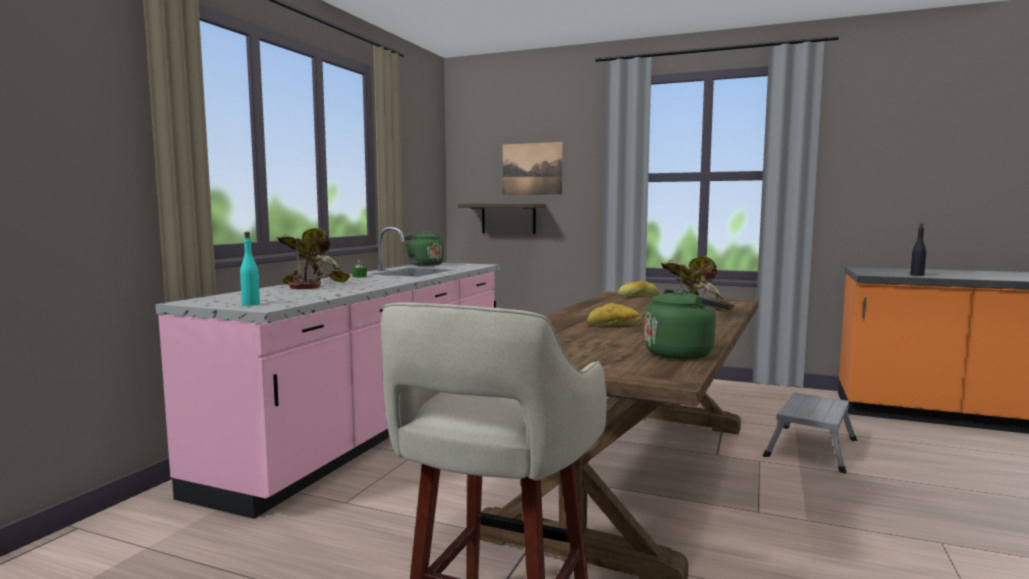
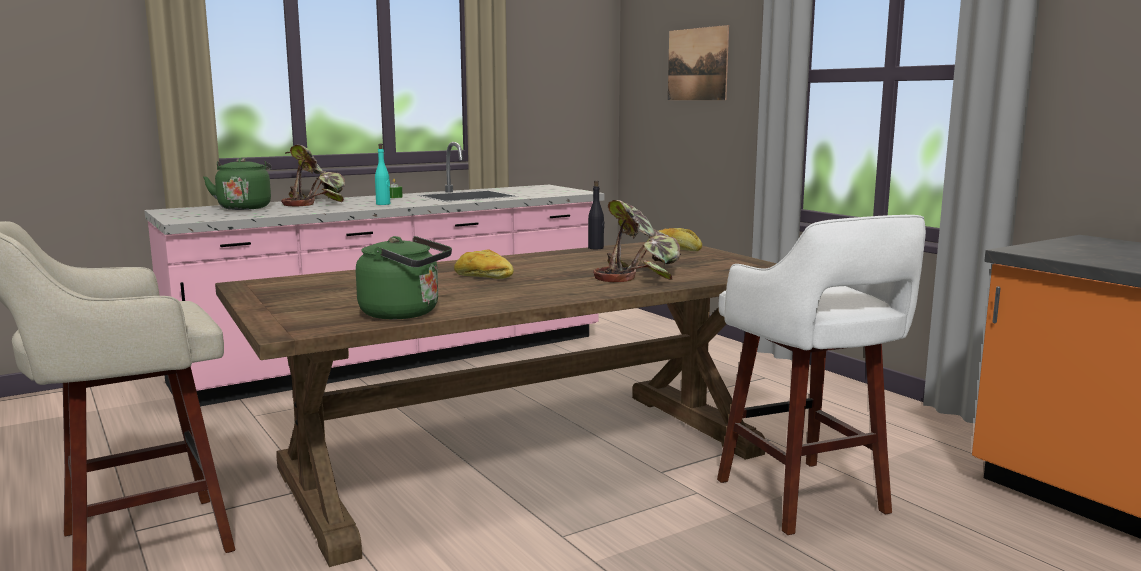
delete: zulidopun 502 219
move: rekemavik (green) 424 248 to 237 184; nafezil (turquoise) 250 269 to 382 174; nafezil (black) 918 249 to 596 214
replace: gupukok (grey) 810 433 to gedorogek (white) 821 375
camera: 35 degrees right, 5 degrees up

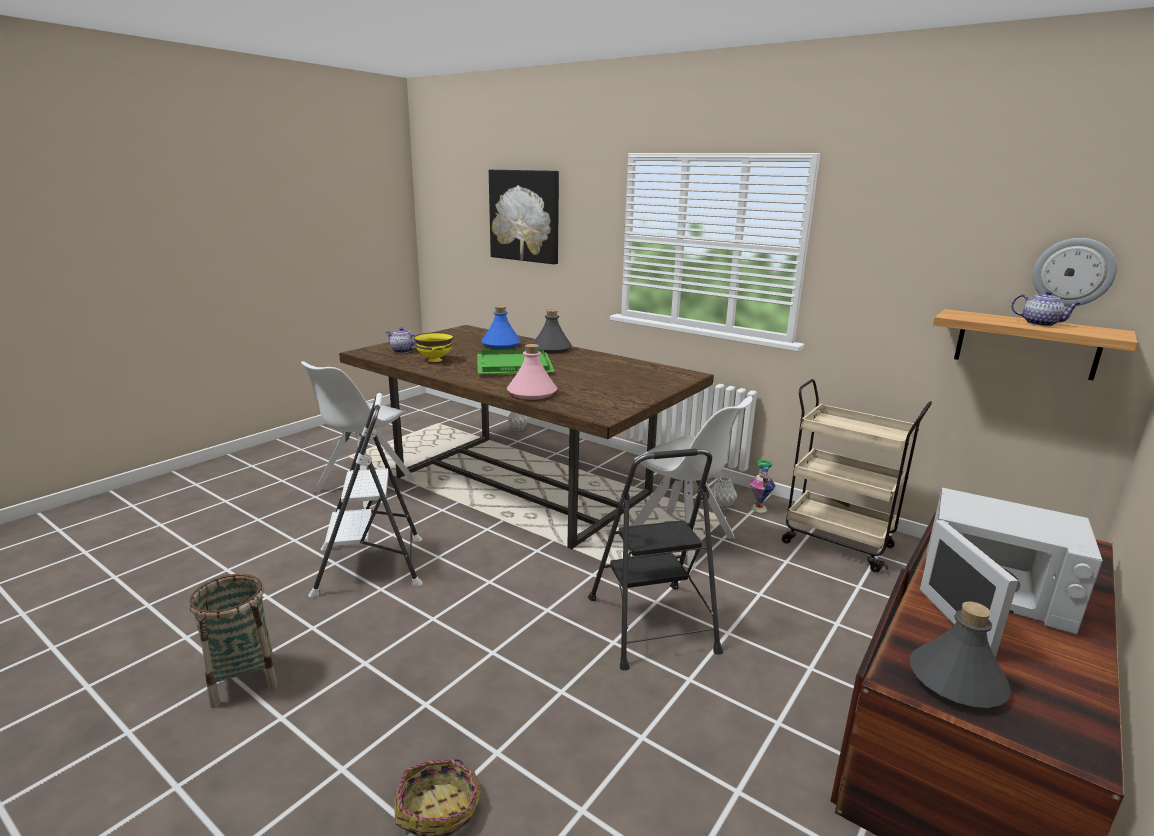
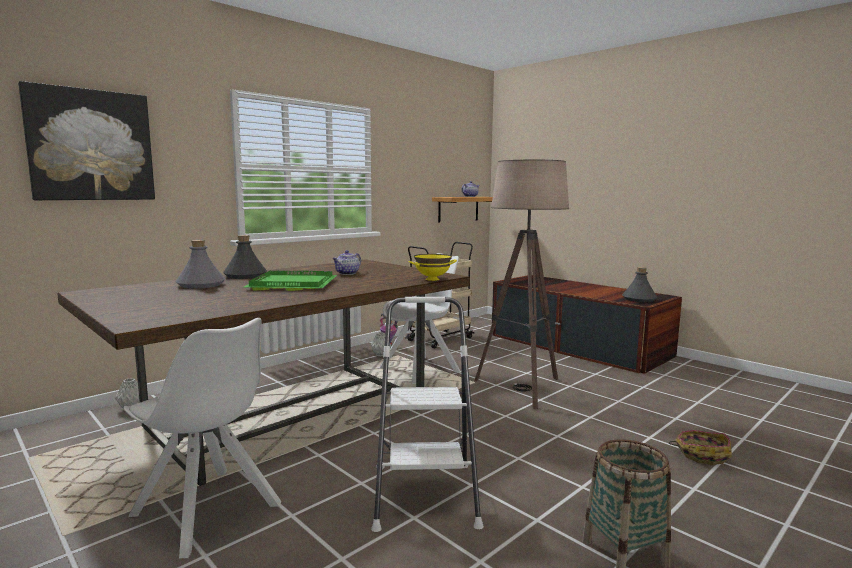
delete: nafezil (pink) 532 372; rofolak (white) 1011 573; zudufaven 1074 272
move: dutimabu 401 340 to 346 262; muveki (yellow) 433 347 to 432 267
replace: gupukok (black) 655 560 to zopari 521 284
recolor: nafezil (blue) 501 327 to nafezil (grey) 200 264
camera: 80 degrees left, 10 degrees down

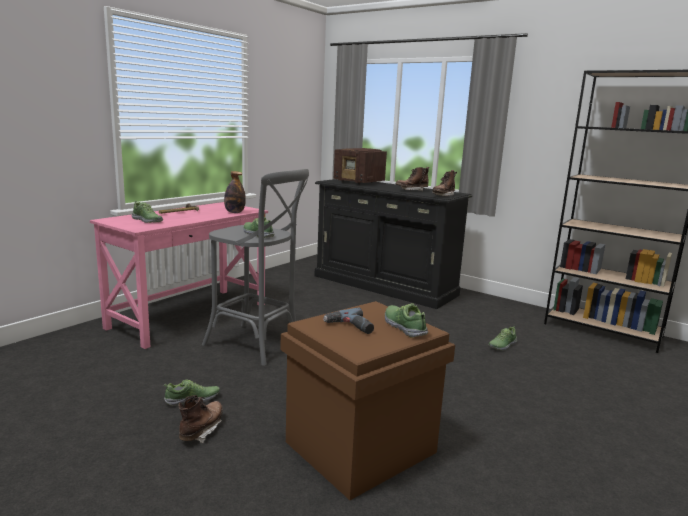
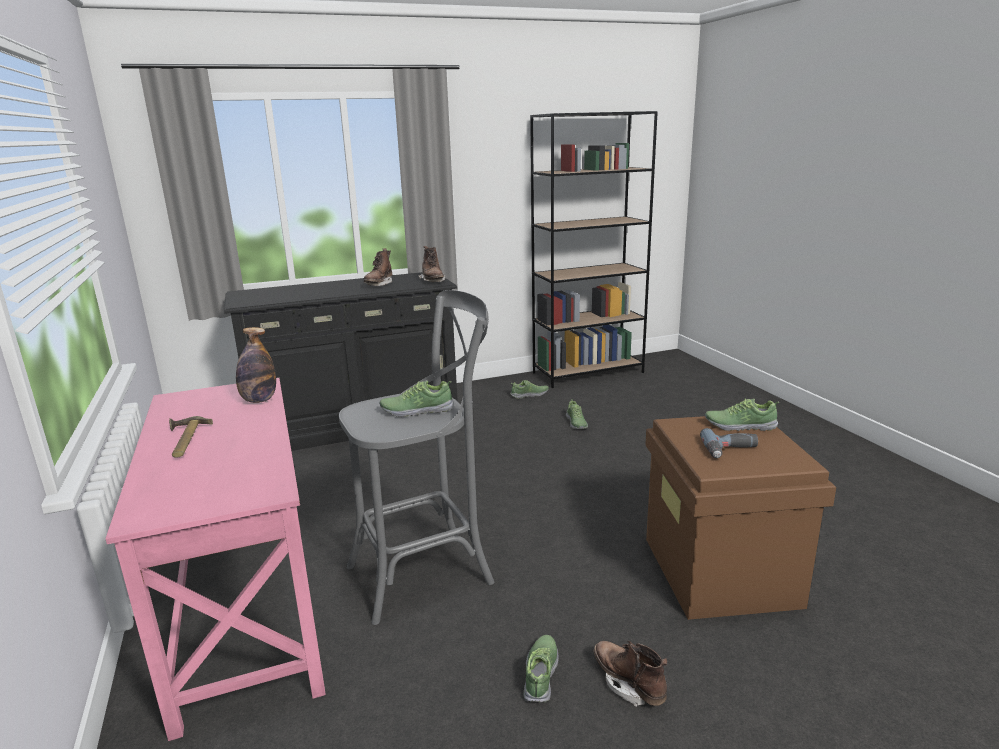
delete: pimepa 360 166
move: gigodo 147 212 to 529 389
camera: 55 degrees left, 5 degrees up

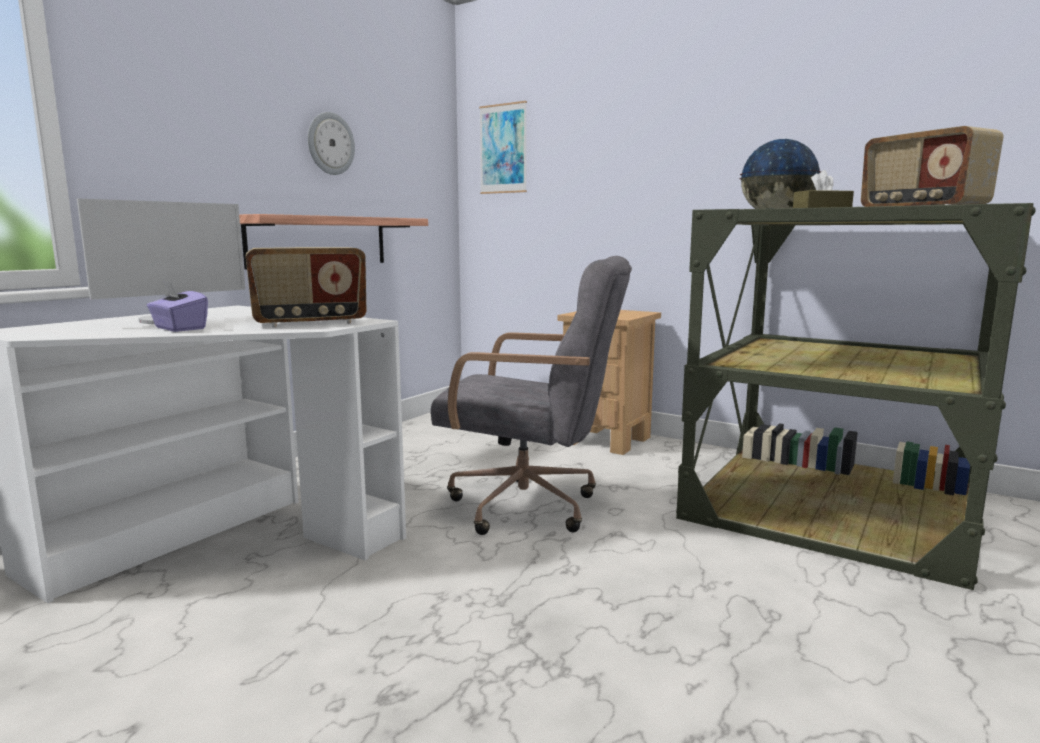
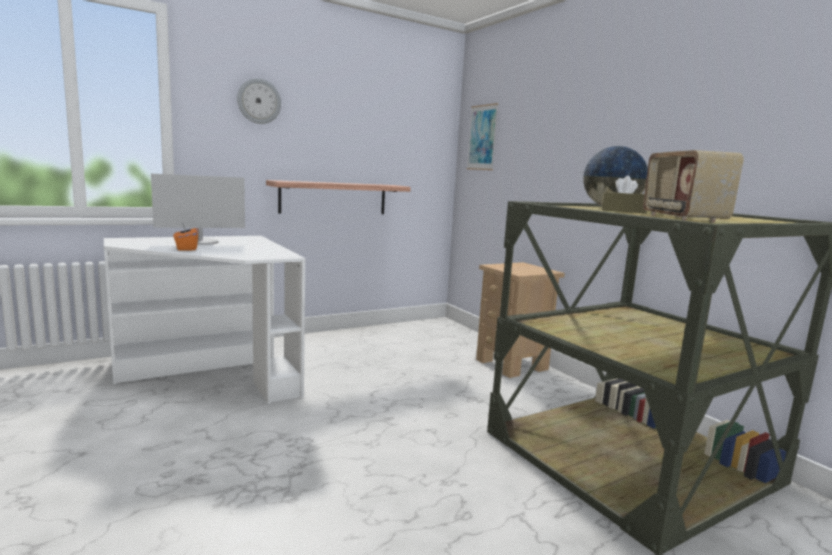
delete: pimepa 306 287; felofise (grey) 531 395
move: zudufaven 331 143 to 259 101
recolor: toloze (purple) 177 306 to toloze (orange) 186 236
camera: 25 degrees right, 0 degrees up

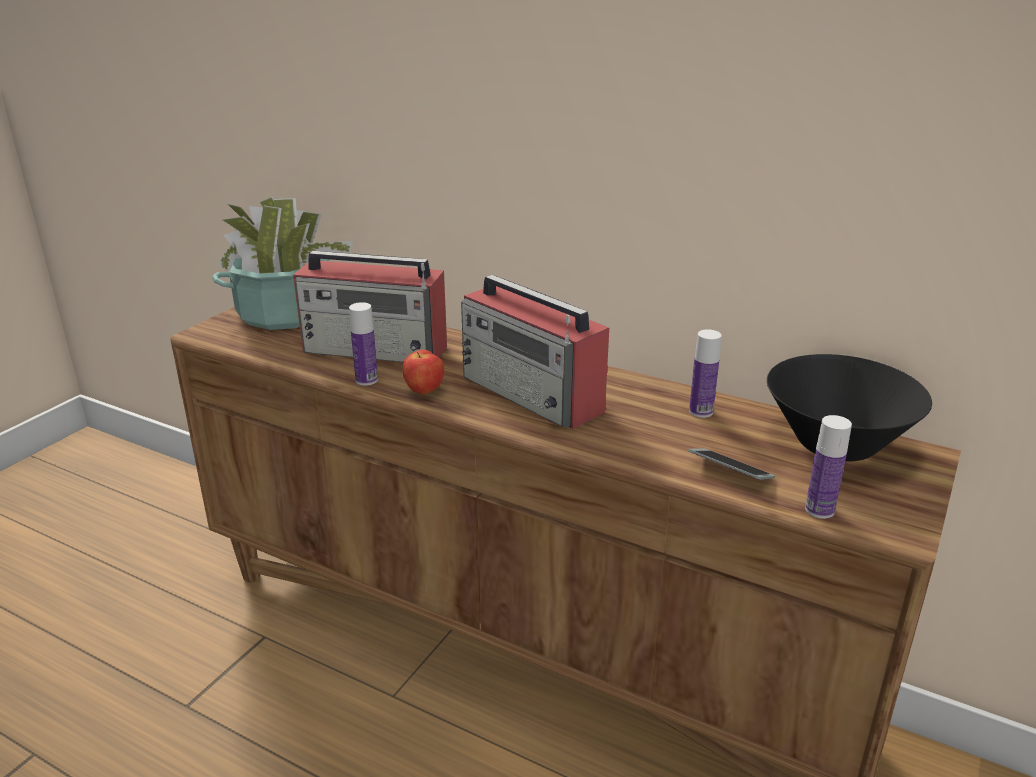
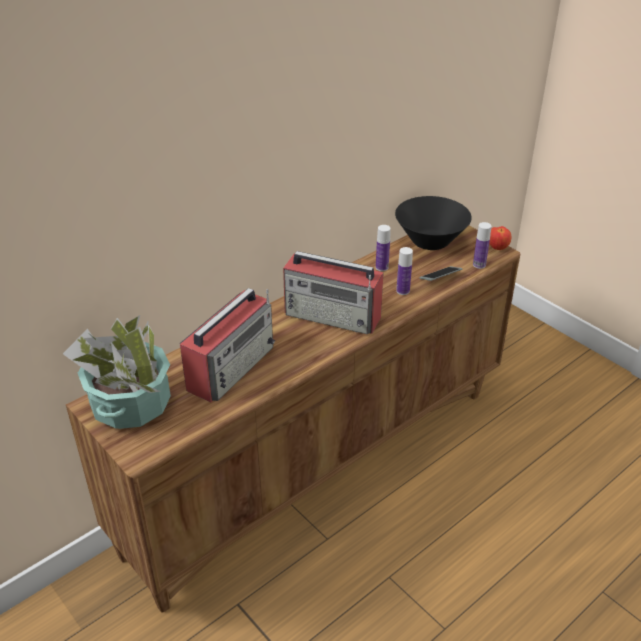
move: nafezil 363 344 to 404 271; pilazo 423 372 to 500 238
rotate: pimepa 535 352 = 333 292 45 degrees clockwise
camera: 70 degrees left, 10 degrees up

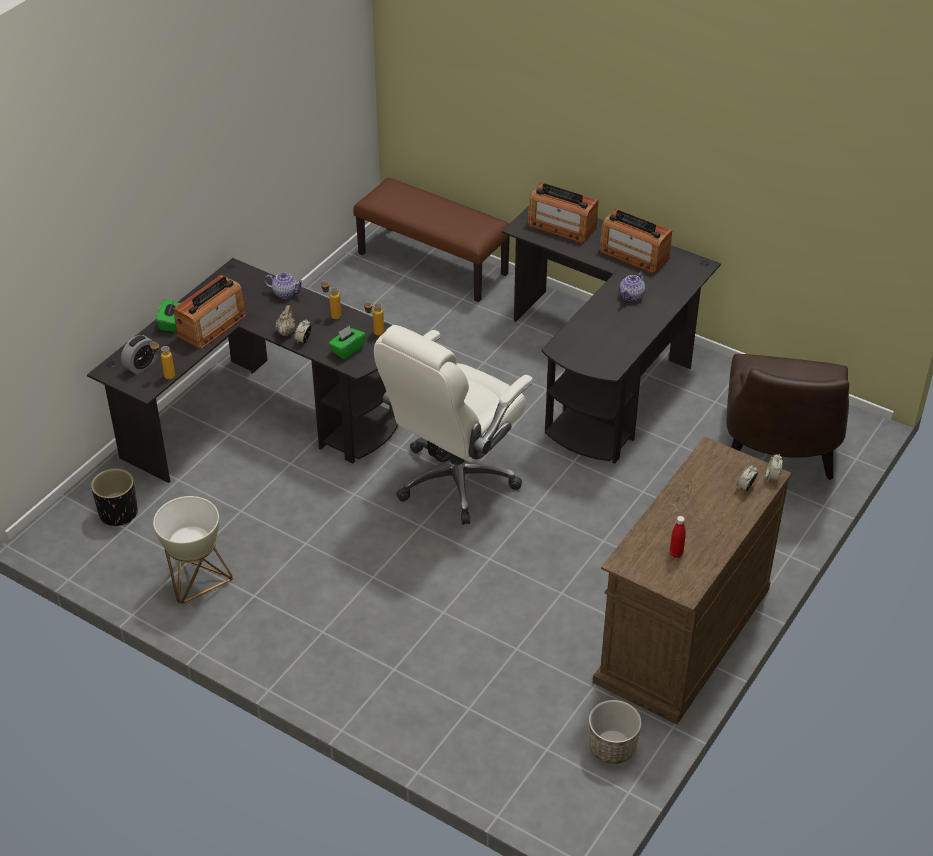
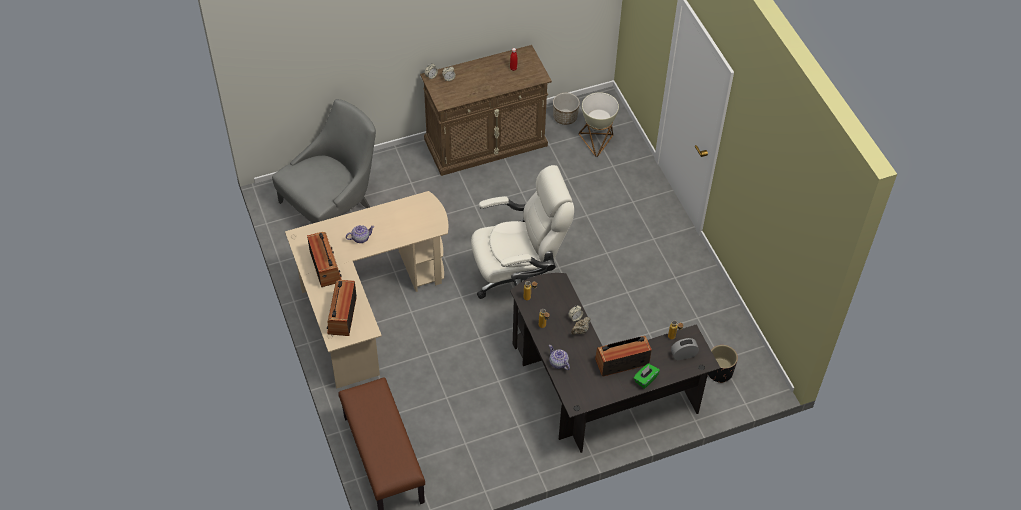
delete: toloze (green) 347 342
move: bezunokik 193 549 to 599 124
recolor: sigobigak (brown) 787 417 to sigobigak (grey) 324 161; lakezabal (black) 611 335 to lakezabal (beige) 367 290
rotate: pimepa 563 212 = 342 308 150 degrees counterclockwise
camera: 145 degrees left, 10 degrees up

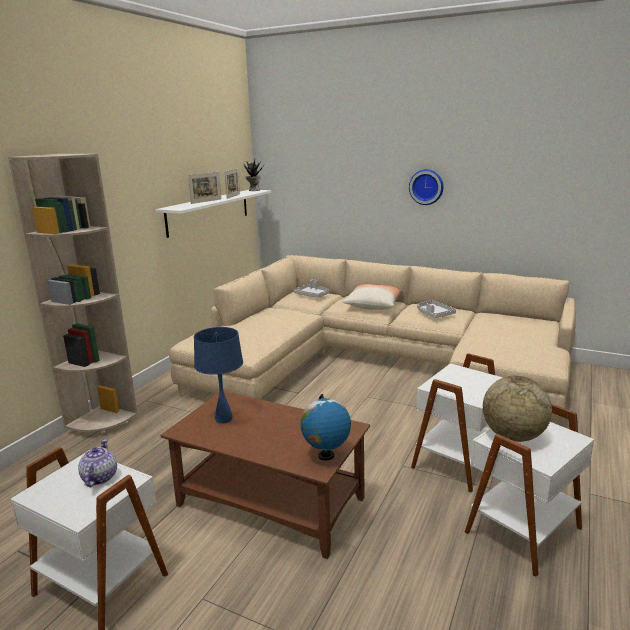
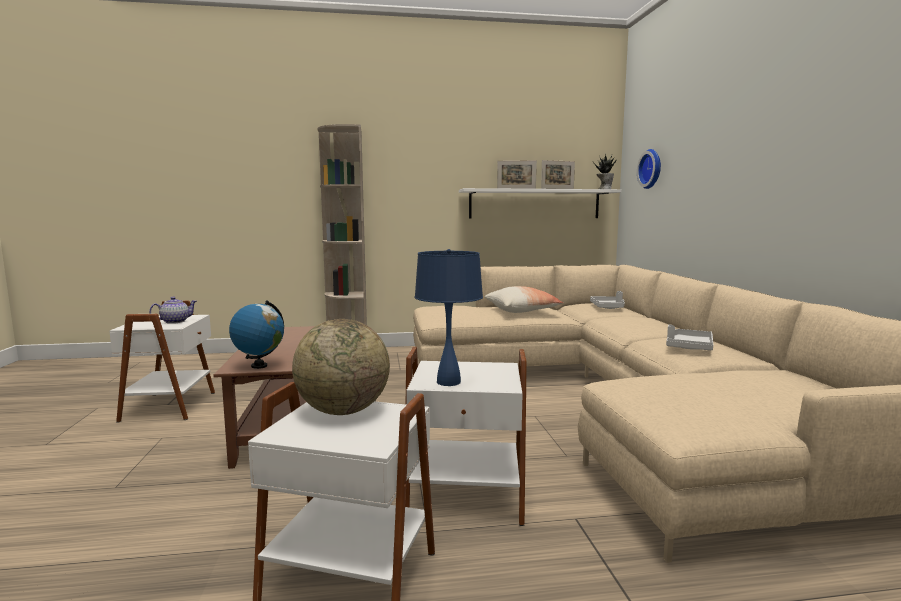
move: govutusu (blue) 218 375 to 449 317; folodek 372 297 to 524 299; zudufaven 426 187 to 649 169
camera: 55 degrees right, 10 degrees down

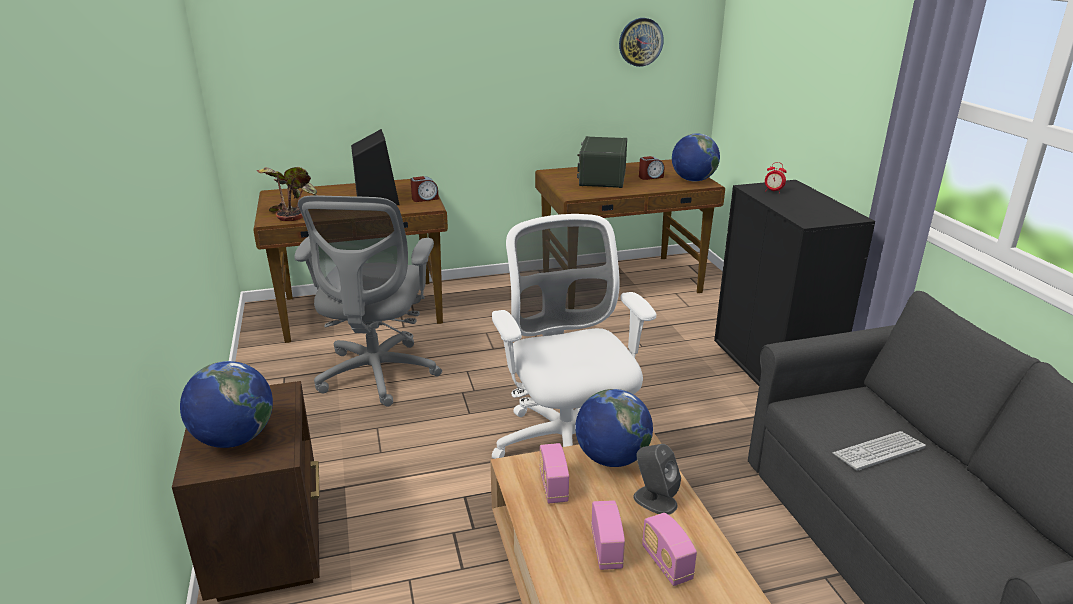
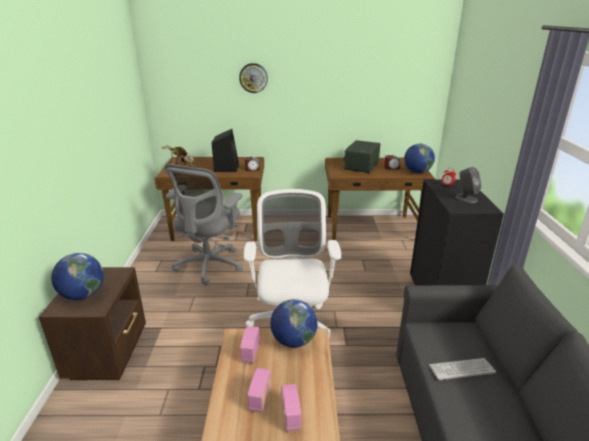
move: zudufaven 641 42 to 253 78; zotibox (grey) 657 479 to 468 185
camera: 15 degrees right, 0 degrees up

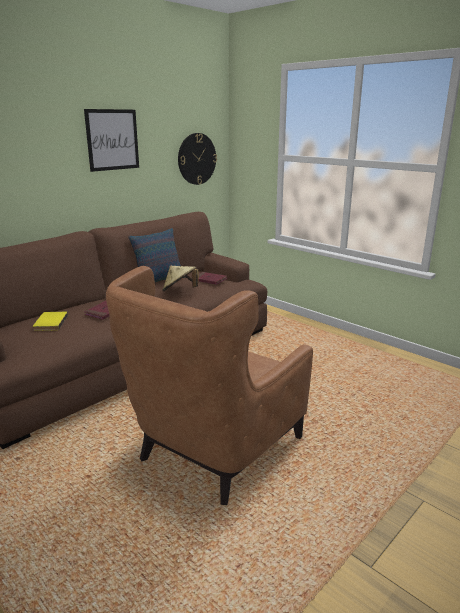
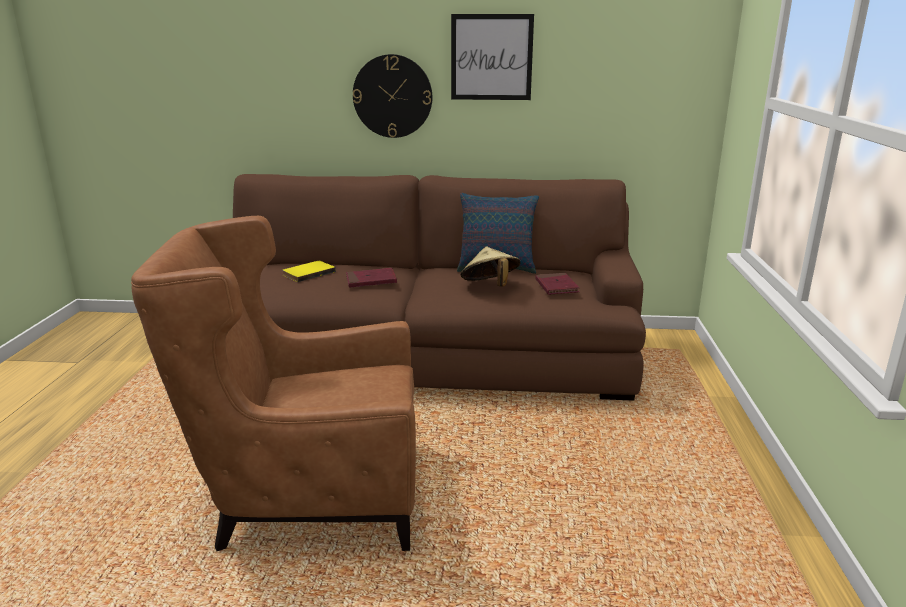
move: zudufaven 197 159 to 392 96
camera: 50 degrees right, 0 degrees up

